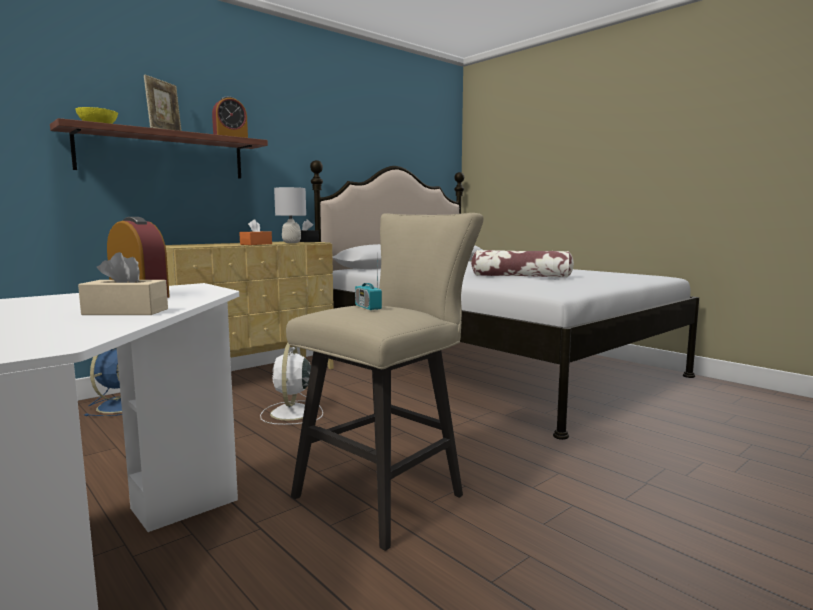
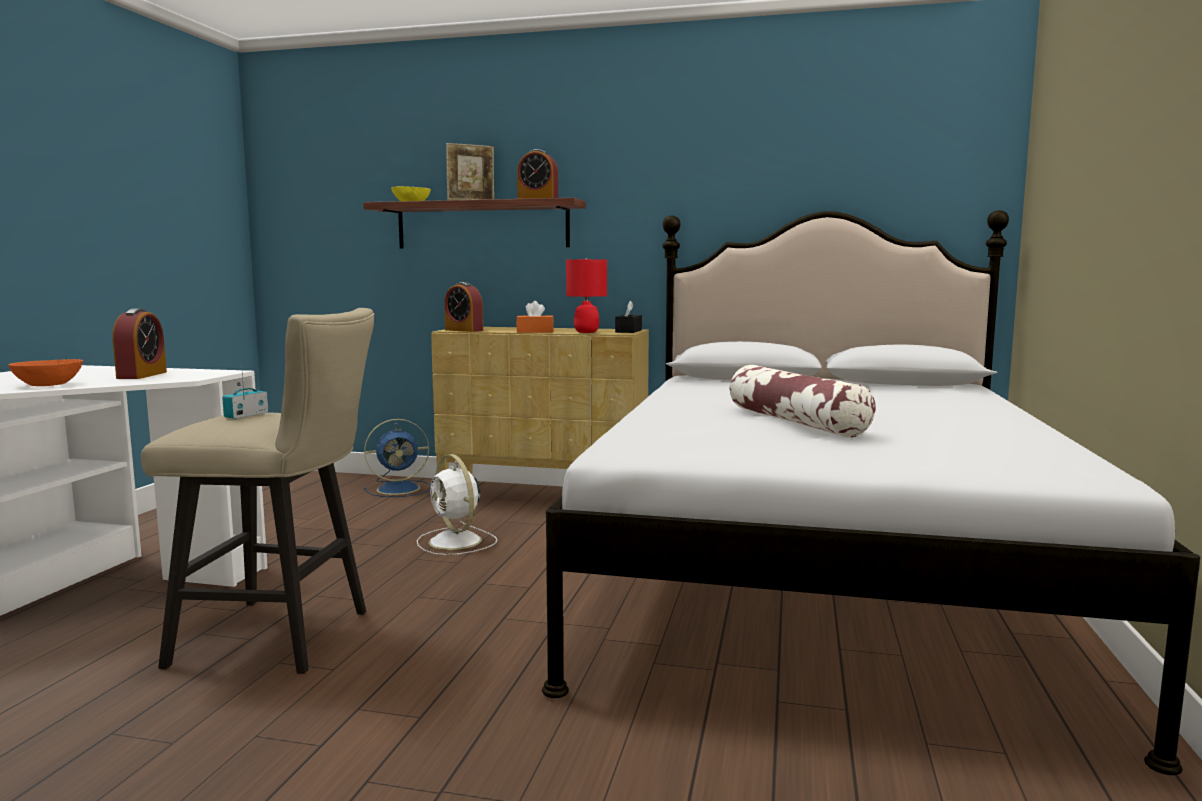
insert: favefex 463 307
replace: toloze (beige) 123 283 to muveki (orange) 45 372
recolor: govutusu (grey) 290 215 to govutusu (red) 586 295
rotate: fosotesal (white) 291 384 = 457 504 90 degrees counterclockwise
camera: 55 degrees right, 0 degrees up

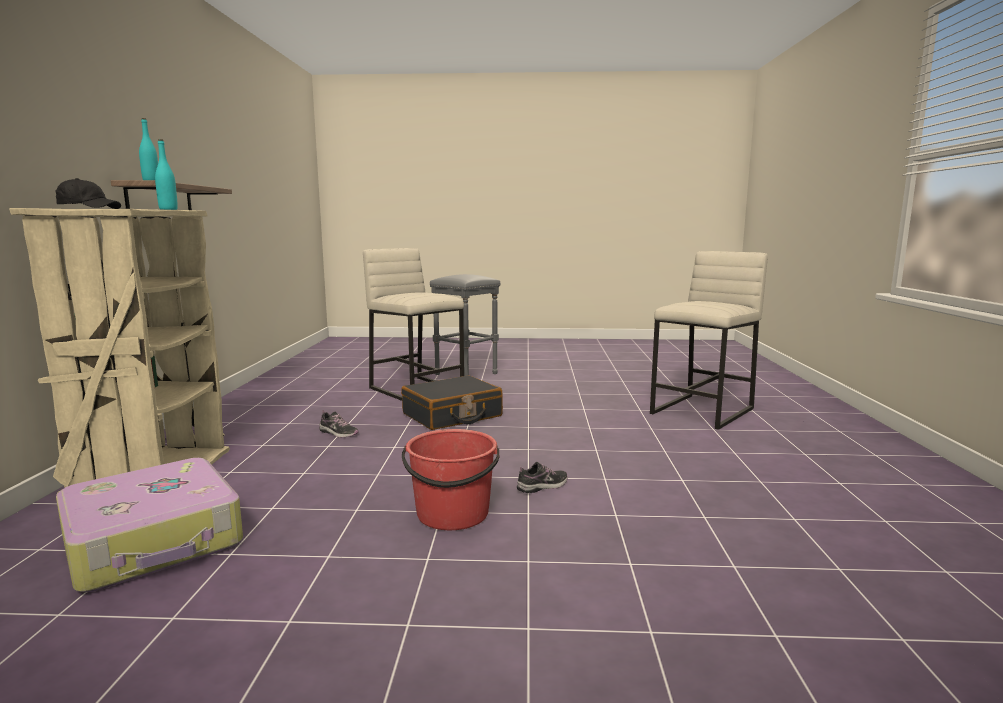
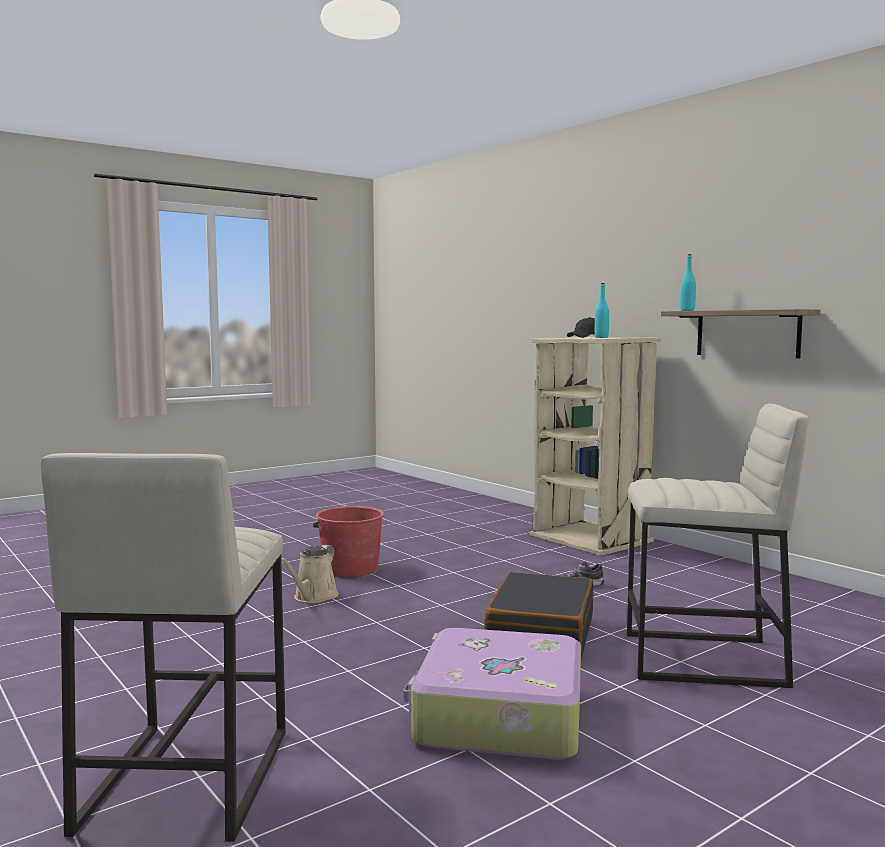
delete: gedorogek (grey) 465 325
move: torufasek 149 525 to 492 694
replace: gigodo 542 477 to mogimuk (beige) 309 574
camera: 140 degrees right, 5 degrees down

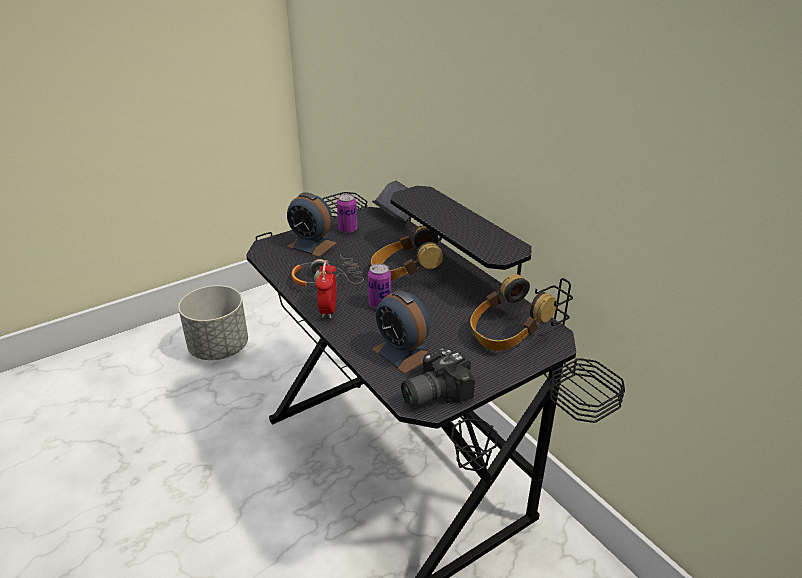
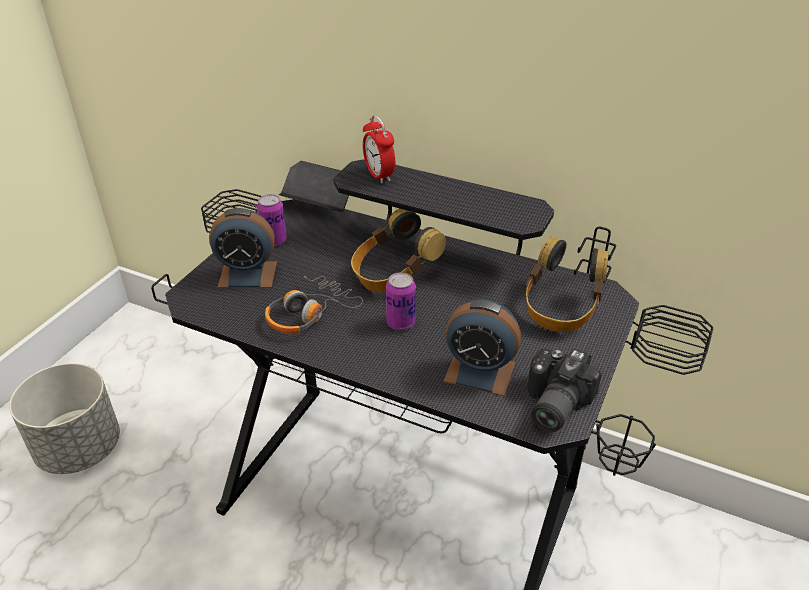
move: favefex 326 289 to 379 149
camera: 30 degrees left, 5 degrees up

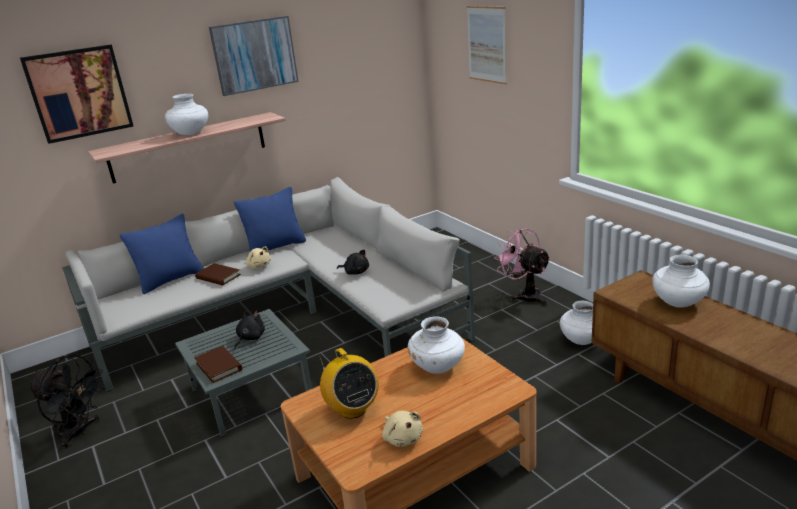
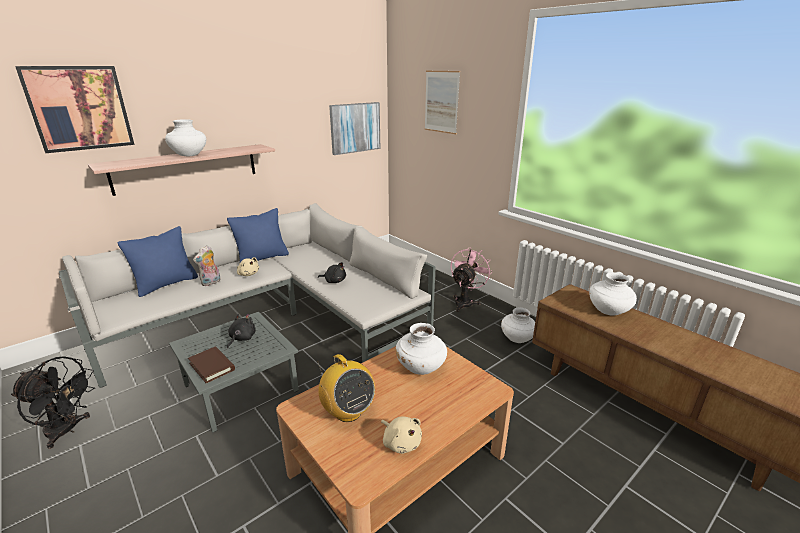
move: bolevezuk 254 56 to 354 128
replace: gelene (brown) 218 274 to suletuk 207 265
rotate: fosotesal (pink) 522 265 = 472 279 75 degrees clockwise
camera: 10 degrees left, 0 degrees up

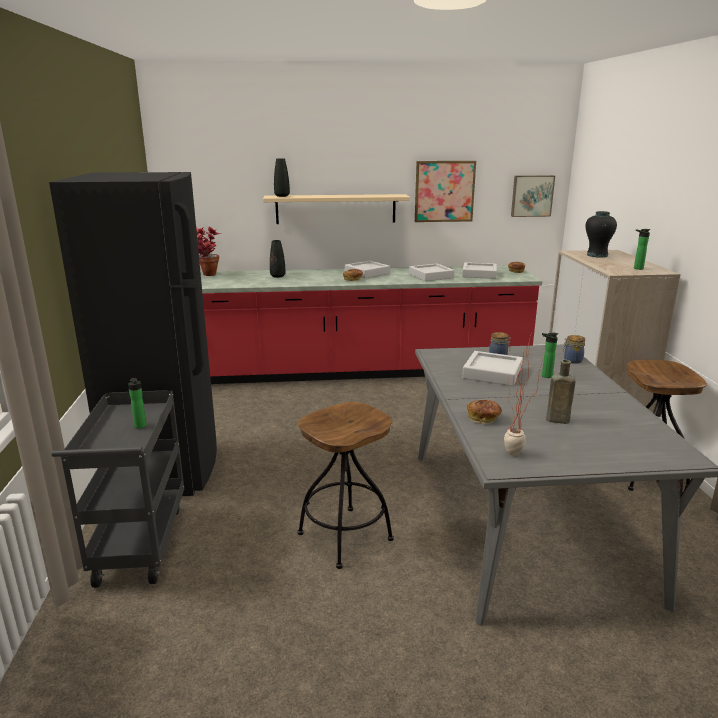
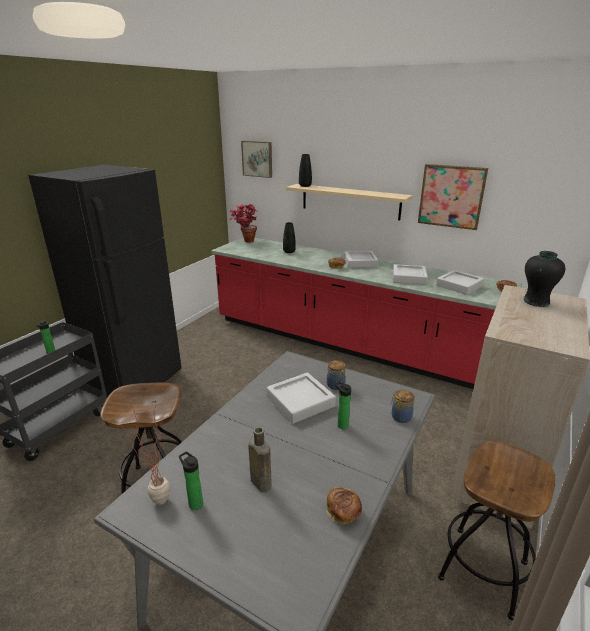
move: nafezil 642 249 to 191 480; bolevezuk 533 196 to 256 159; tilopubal 484 411 to 344 505
camera: 35 degrees right, 5 degrees up

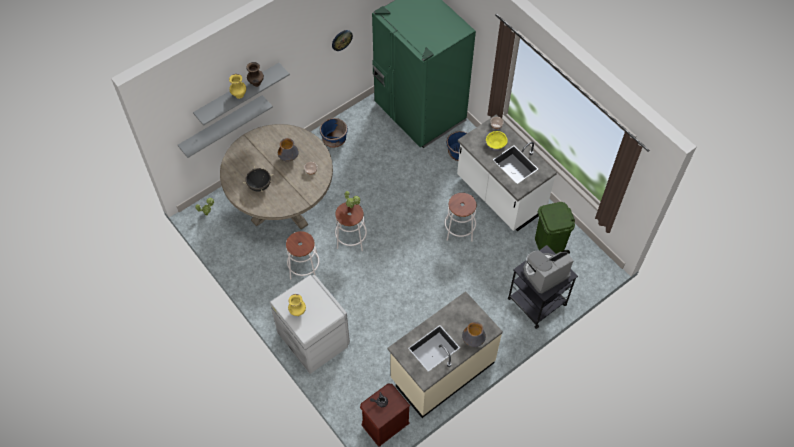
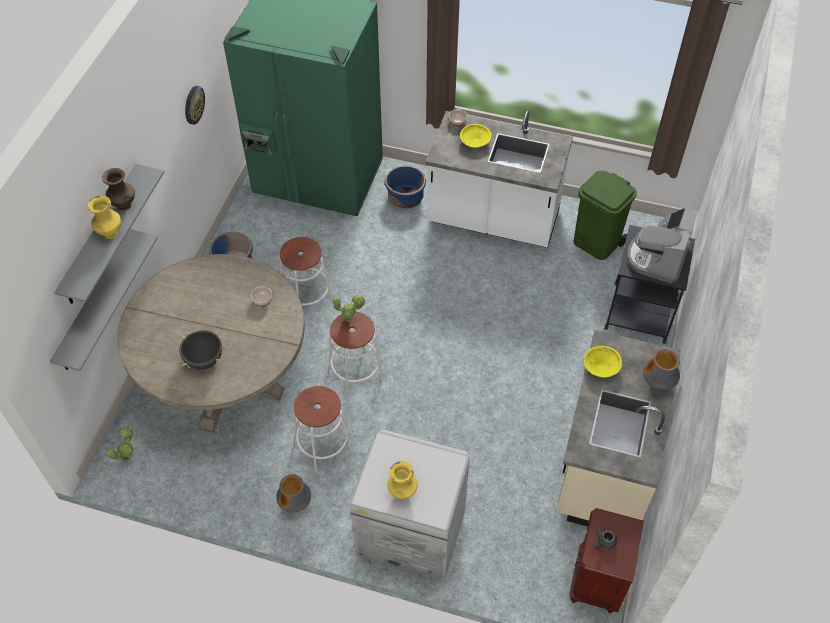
insert: muveki (yellow) 603 362
move: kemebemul 288 150 to 293 493; gedorogek (white) 460 217 to 306 271
camera: 35 degrees left, 5 degrees down

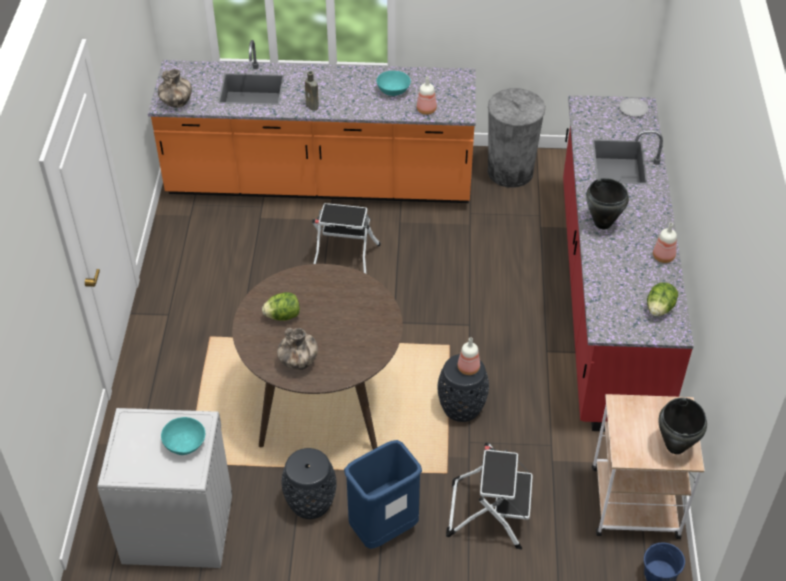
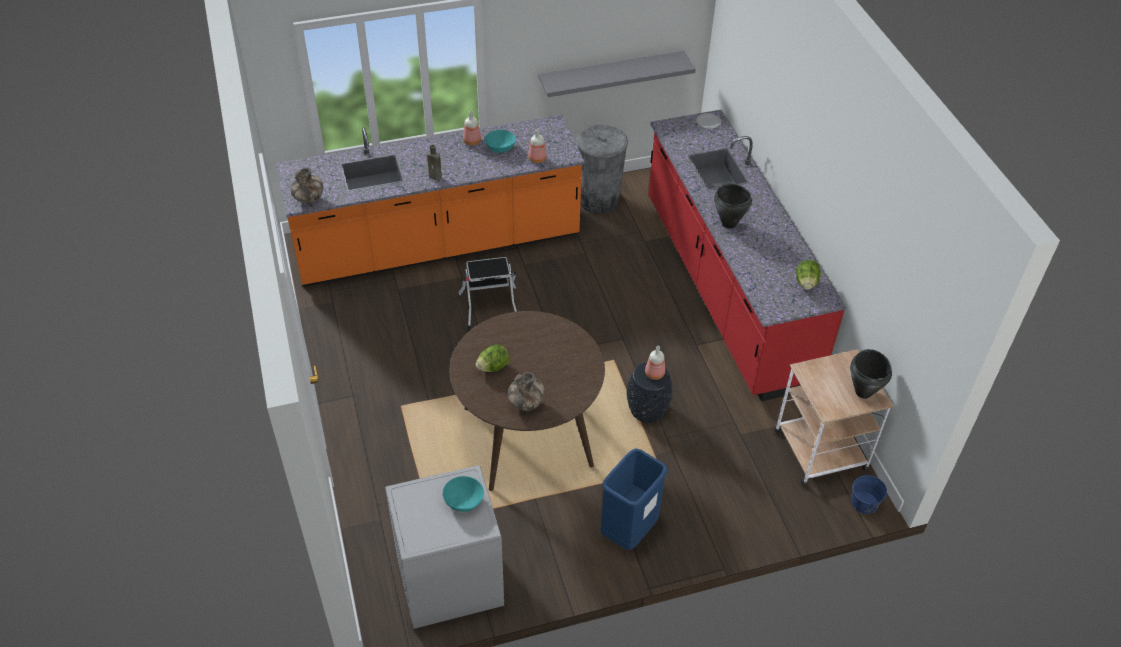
delete: gedorogek (black) 309 483; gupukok 489 496
insert: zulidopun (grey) 617 74
move: nafezil 665 242 to 472 128
camera: 20 degrees left, 0 degrees up

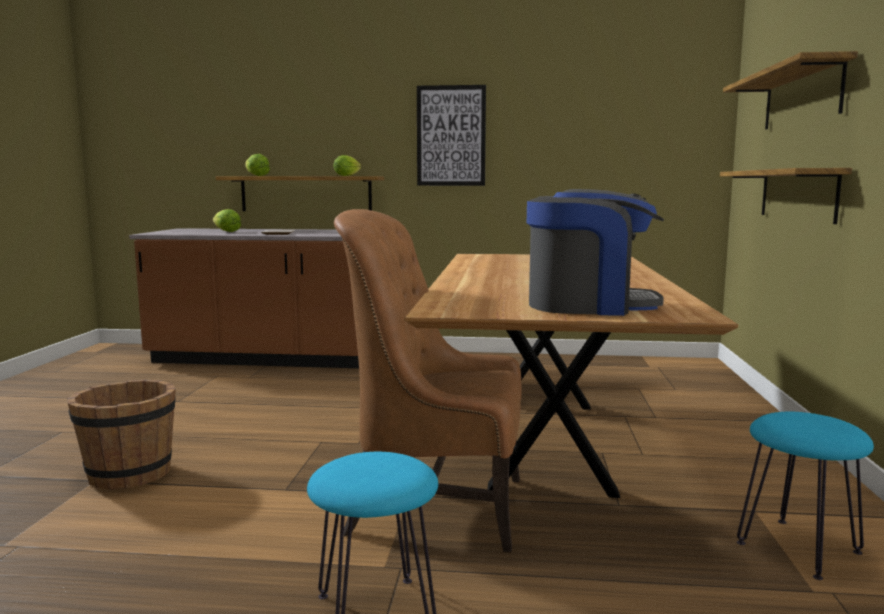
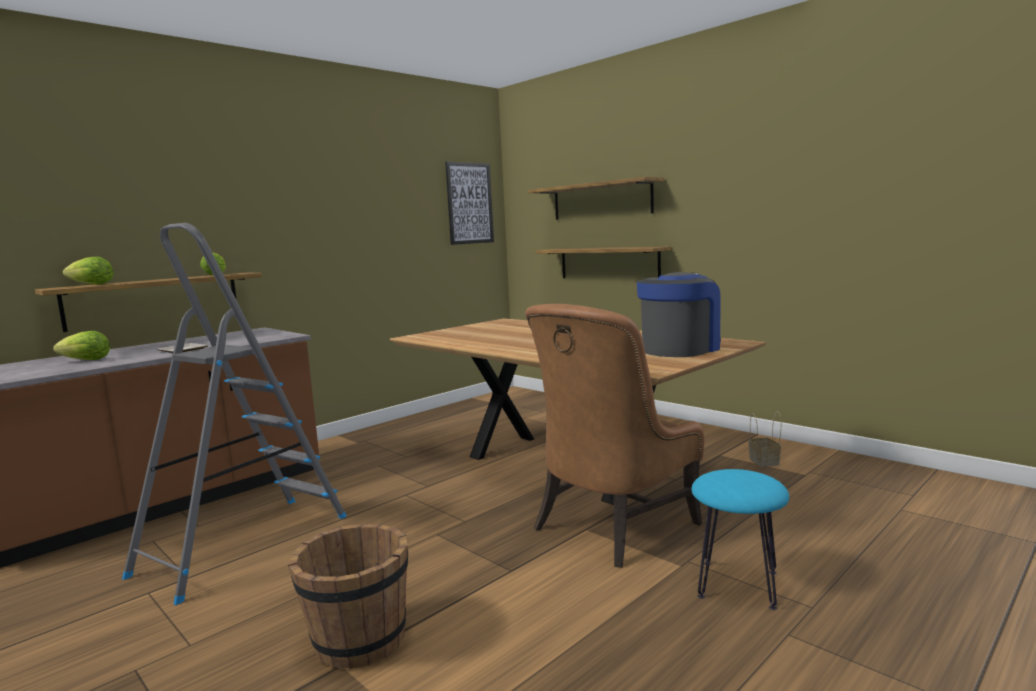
insert: gupukok (grey) 234 414
move: bolevezuk 451 135 to 469 203
replace: gedorogek (turquoise) 805 496 to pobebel 764 439
camera: 50 degrees left, 0 degrees up

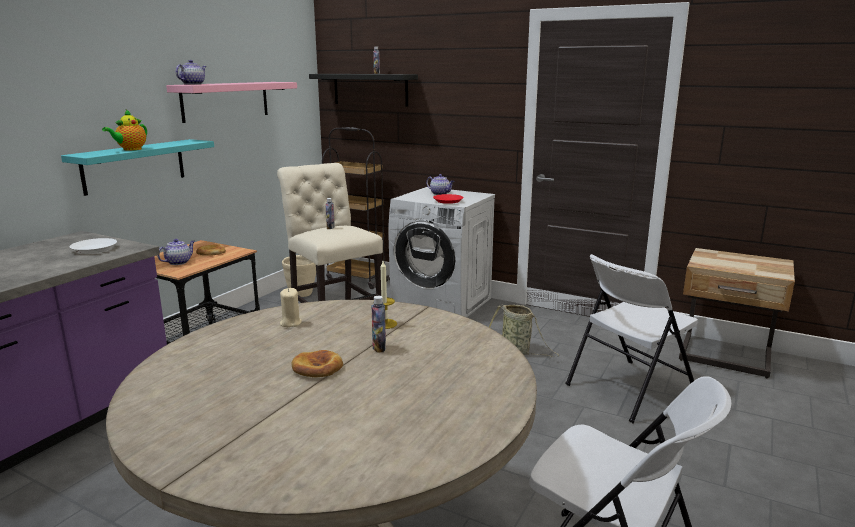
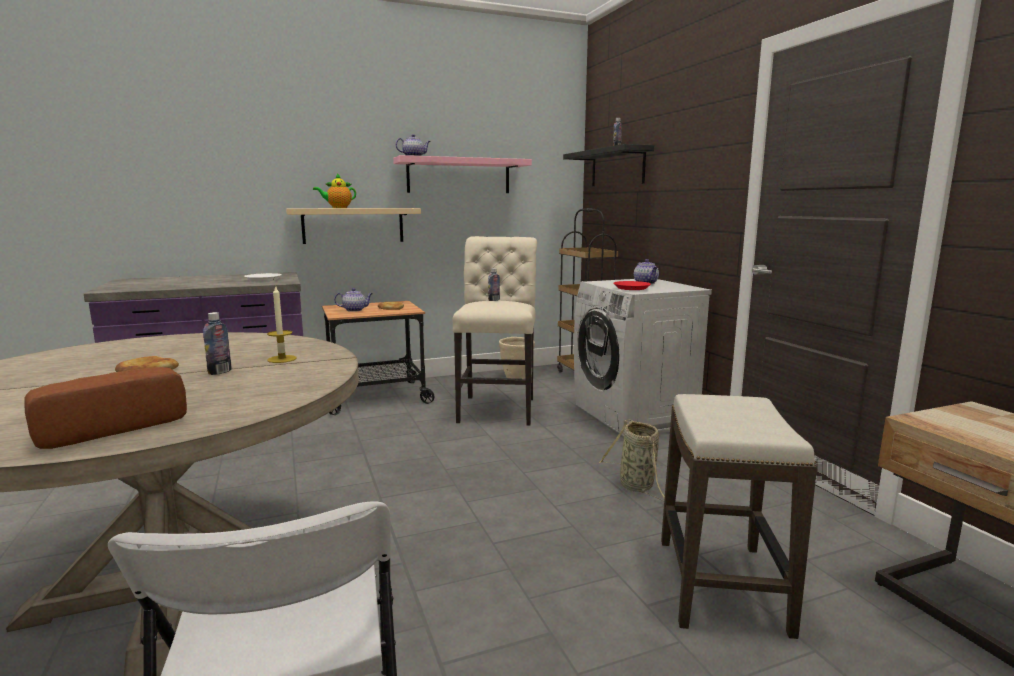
delete: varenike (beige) 291 307
insert: tilopubal 105 408
replace: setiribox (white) 631 339 to gedorogek 739 516
recolor: zulidopun (turquoise) 137 167 to zulidopun (beige) 353 226
camera: 40 degrees right, 5 degrees down

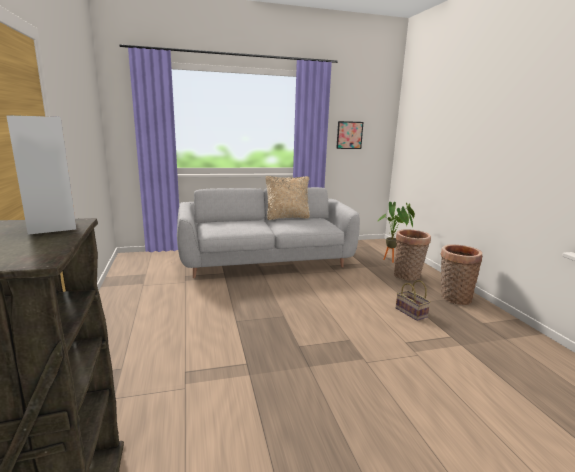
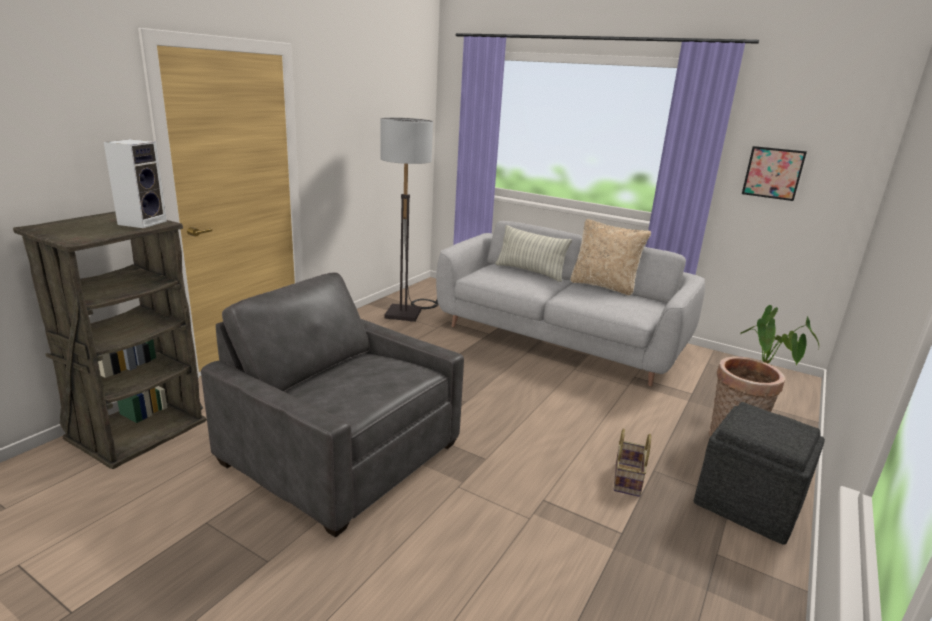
insert: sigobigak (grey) 332 405; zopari 410 220; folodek 533 253
replace: pobebel 461 274 to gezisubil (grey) 759 473
camera: 45 degrees right, 5 degrees up

